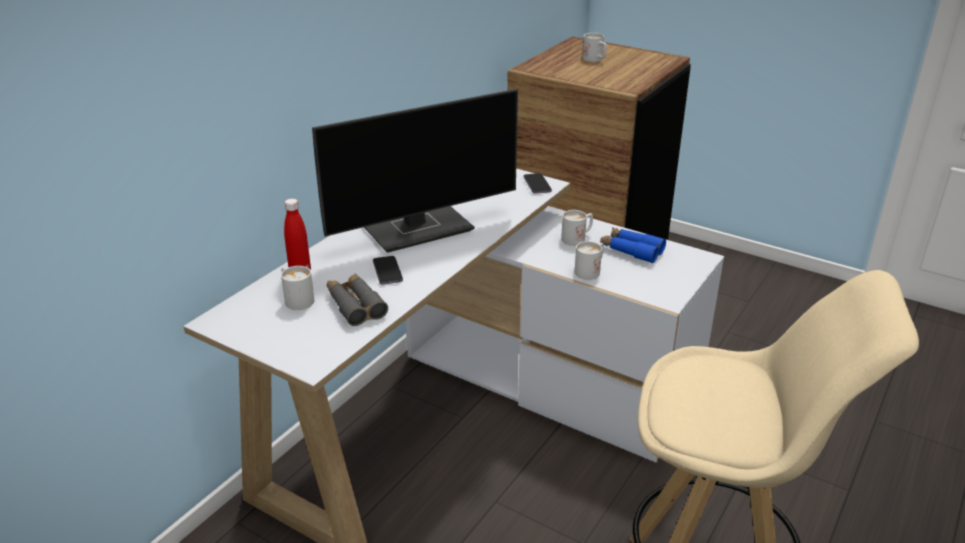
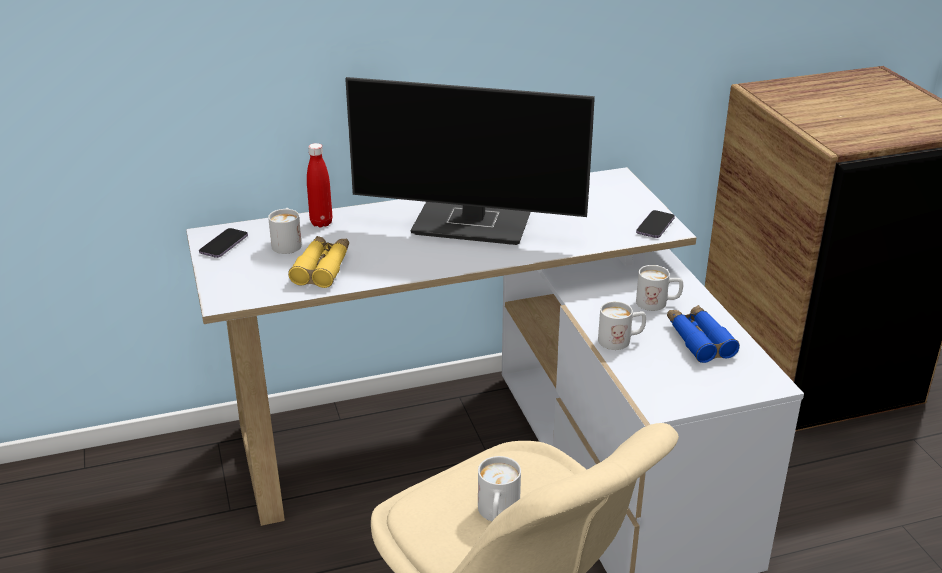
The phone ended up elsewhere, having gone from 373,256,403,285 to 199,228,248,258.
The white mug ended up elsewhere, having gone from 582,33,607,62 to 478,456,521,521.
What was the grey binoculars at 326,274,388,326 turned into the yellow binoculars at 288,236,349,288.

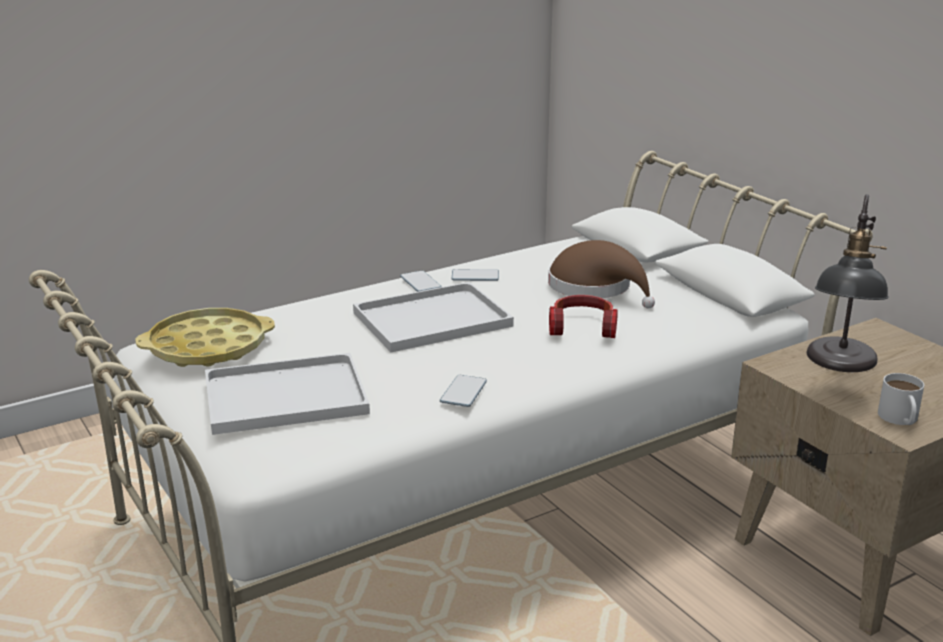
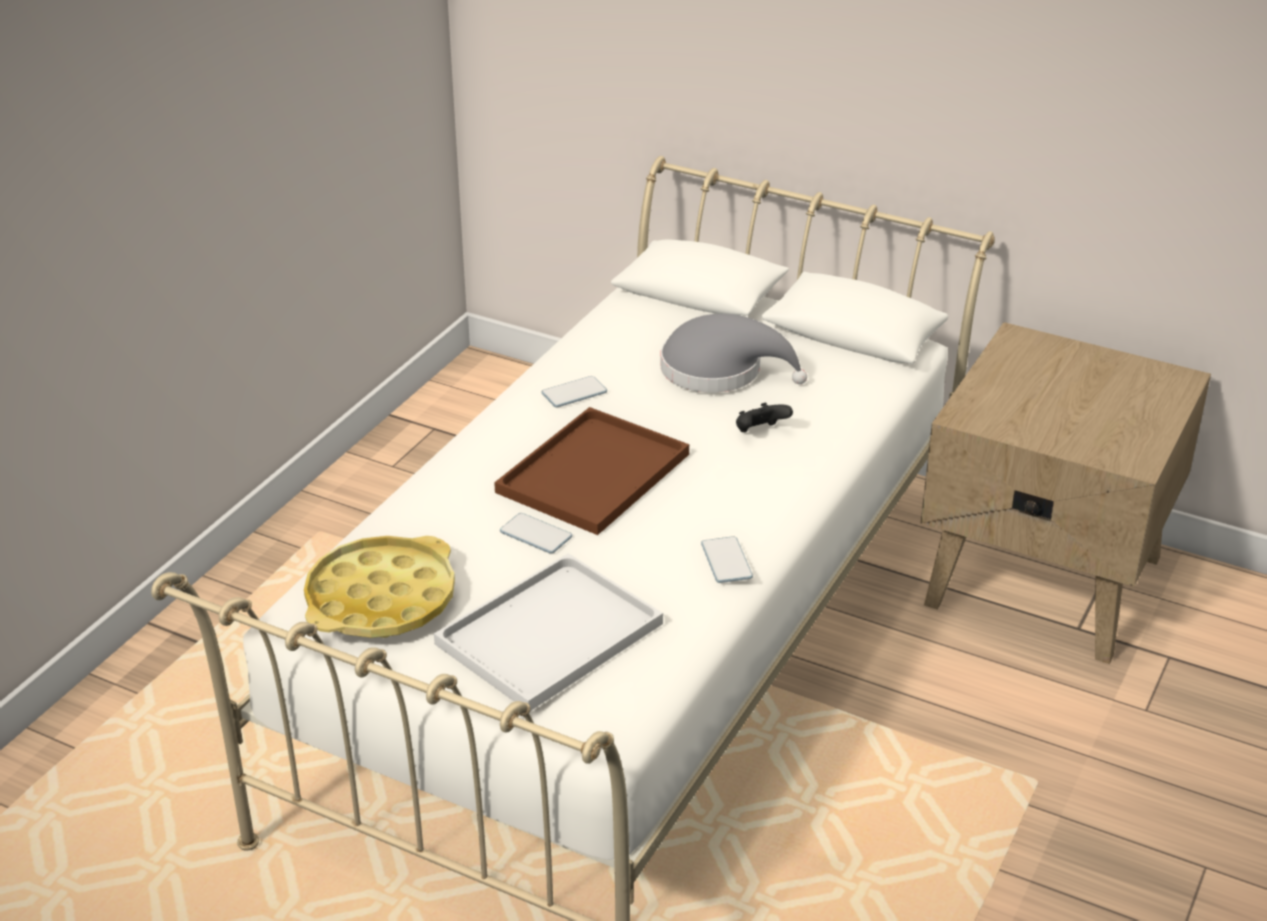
The second view lost the grey table lamp at 807,194,889,372.
The second view lost the white mug at 878,373,924,425.
The phone ended up elsewhere, having gone from 400,271,442,292 to 500,513,572,554.
Where the headphones stood at 549,295,618,338, the black game controller came to stand at 736,403,793,432.
What was the white tray at 353,282,514,352 turned into the brown tray at 494,407,689,535.
What was the brown hat at 548,240,655,308 turned into the grey hat at 660,314,807,393.

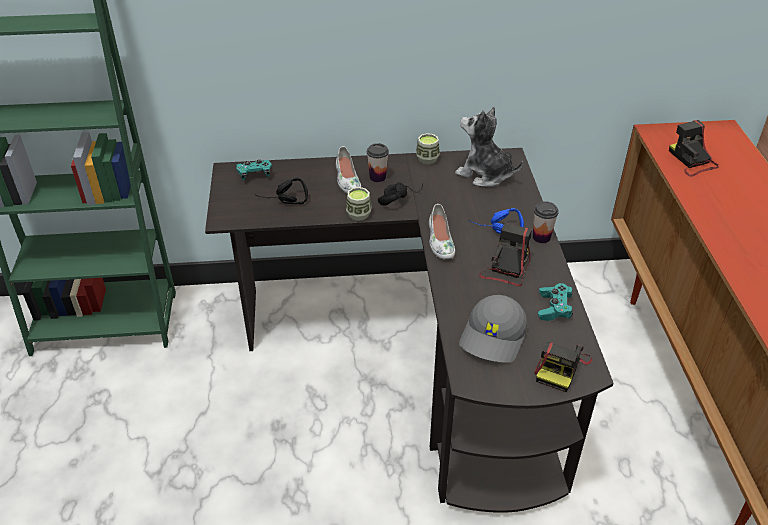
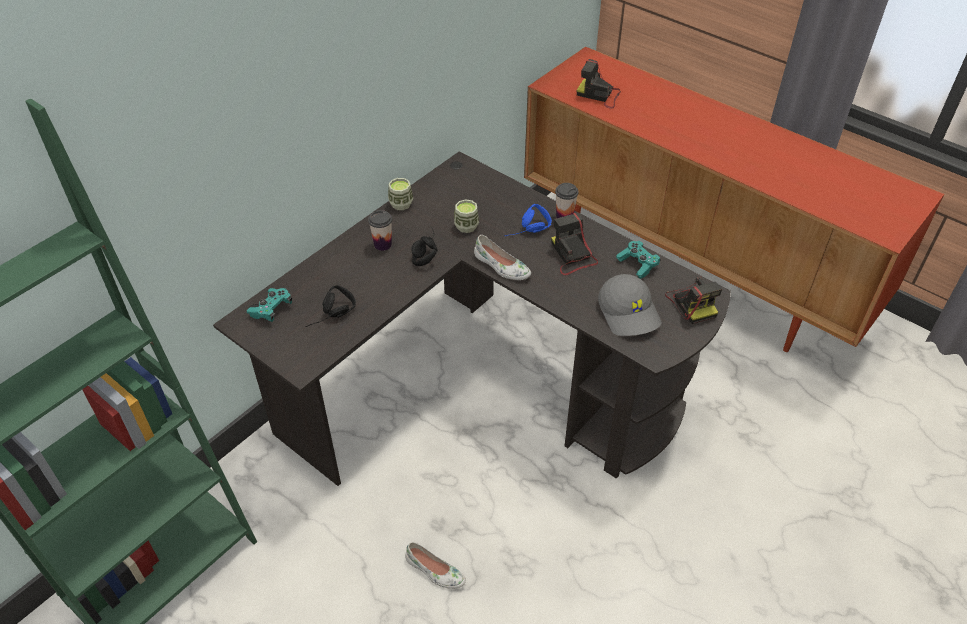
The second view lost the plush toy at 455,107,523,187.
The white shoe ended up elsewhere, having gone from 336,146,361,194 to 405,542,466,589.
The cup ended up elsewhere, having gone from 346,187,372,221 to 454,199,479,233.

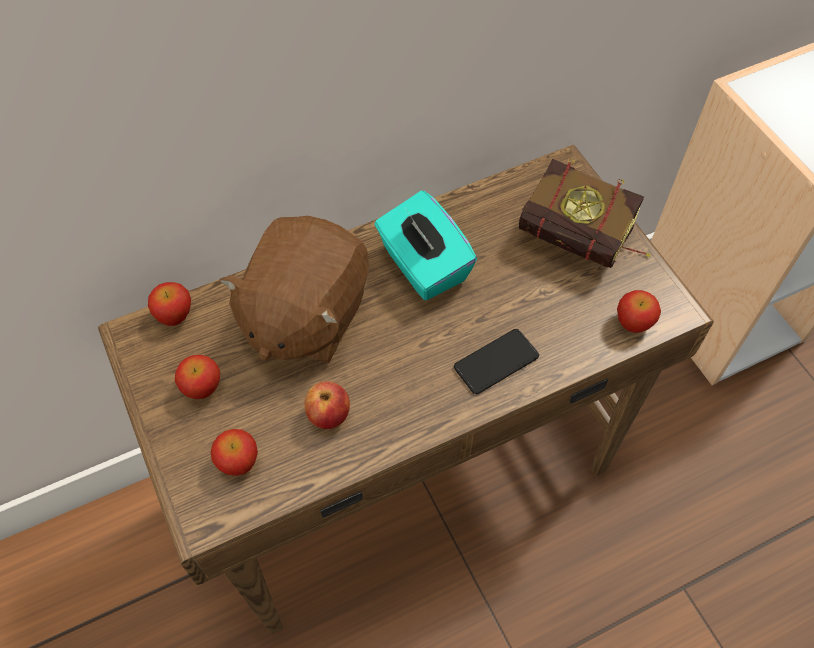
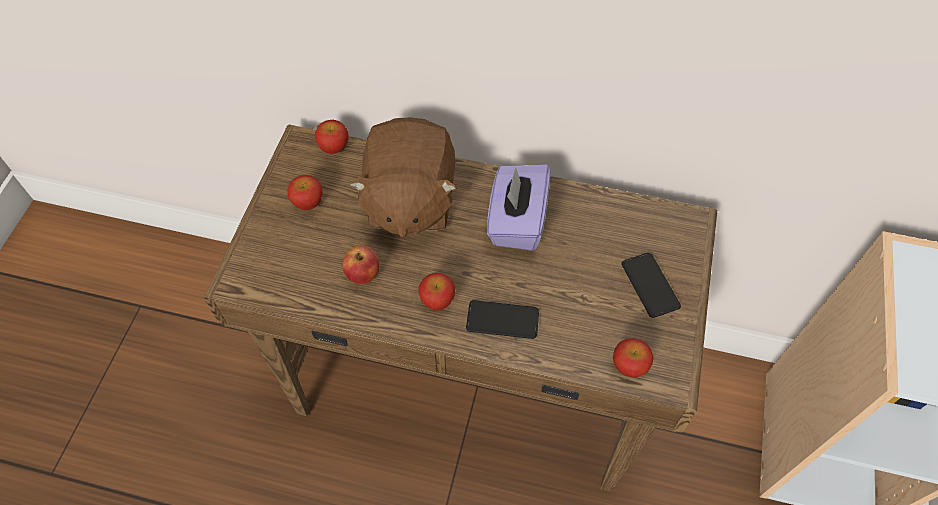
The apple ended up elsewhere, having gone from 210,429,258,476 to 418,273,455,310.
Where the book stood at 519,159,651,268, the phone came to stand at 622,253,681,318.
What was the turquoise tissue box at 374,190,477,300 turned into the purple tissue box at 487,165,550,251.
The brown plush toy at 219,216,369,362 ended up facing another way, 60 degrees counterclockwise from before.

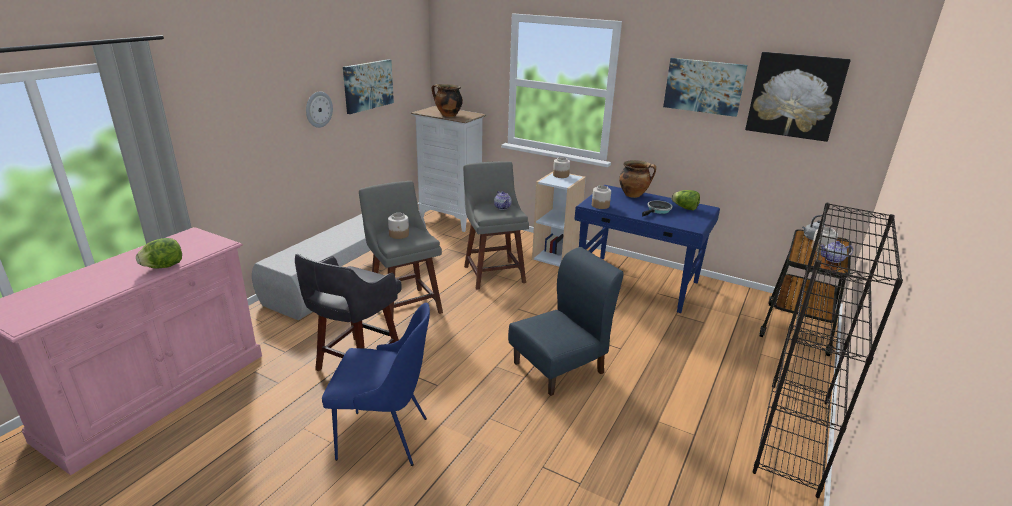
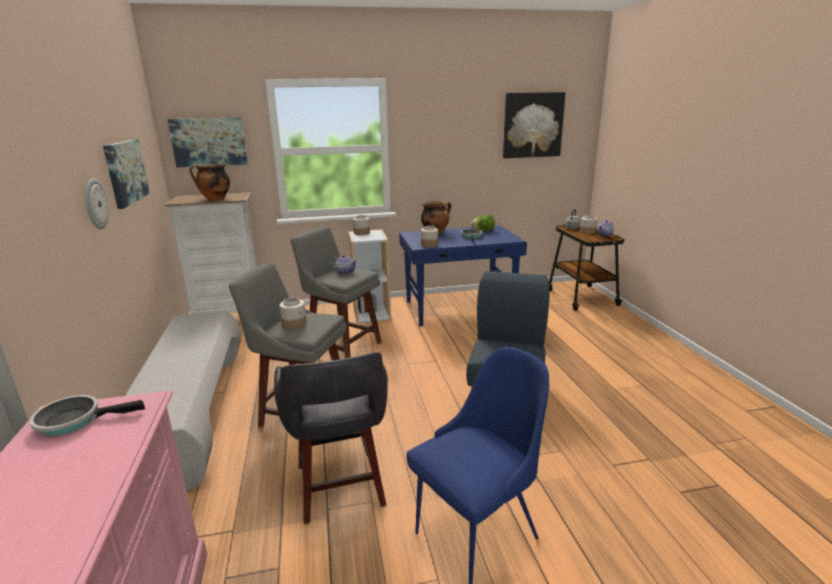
The second view lost the lettuce at 136,238,182,268.
The second view lost the black bookcase at 752,203,903,498.
The second view gained the frying pan at 29,395,145,436.
The picture ended up elsewhere, having gone from 663,58,747,117 to 167,117,248,167.

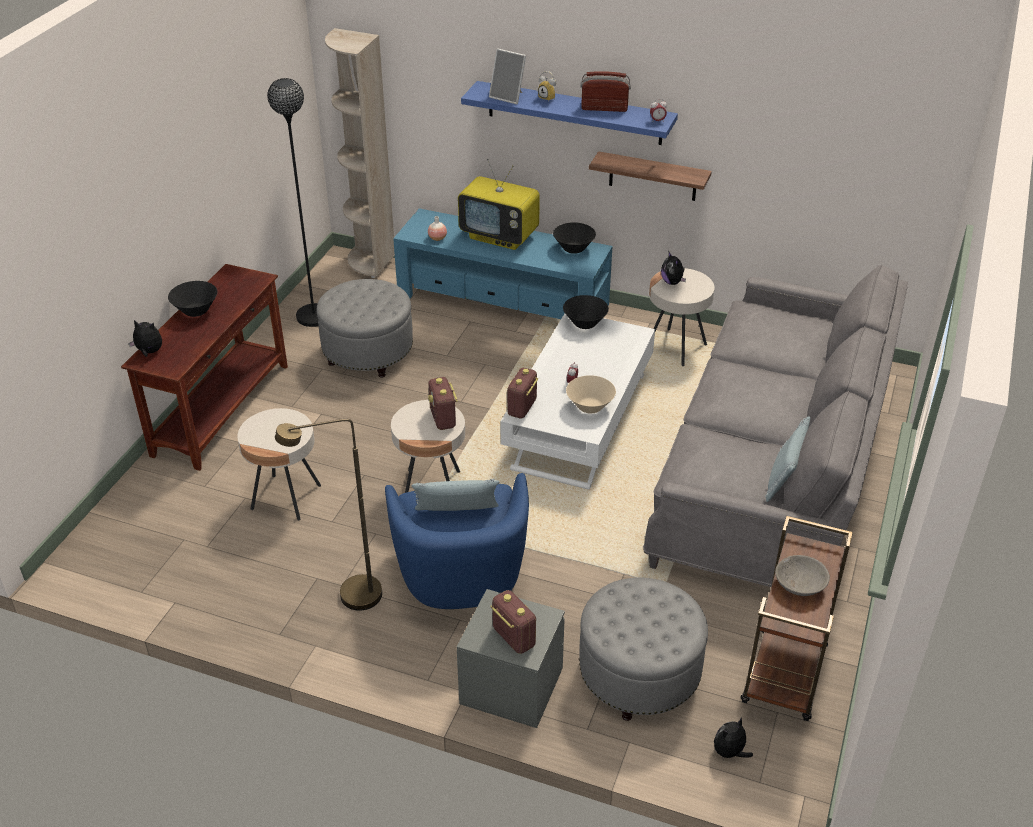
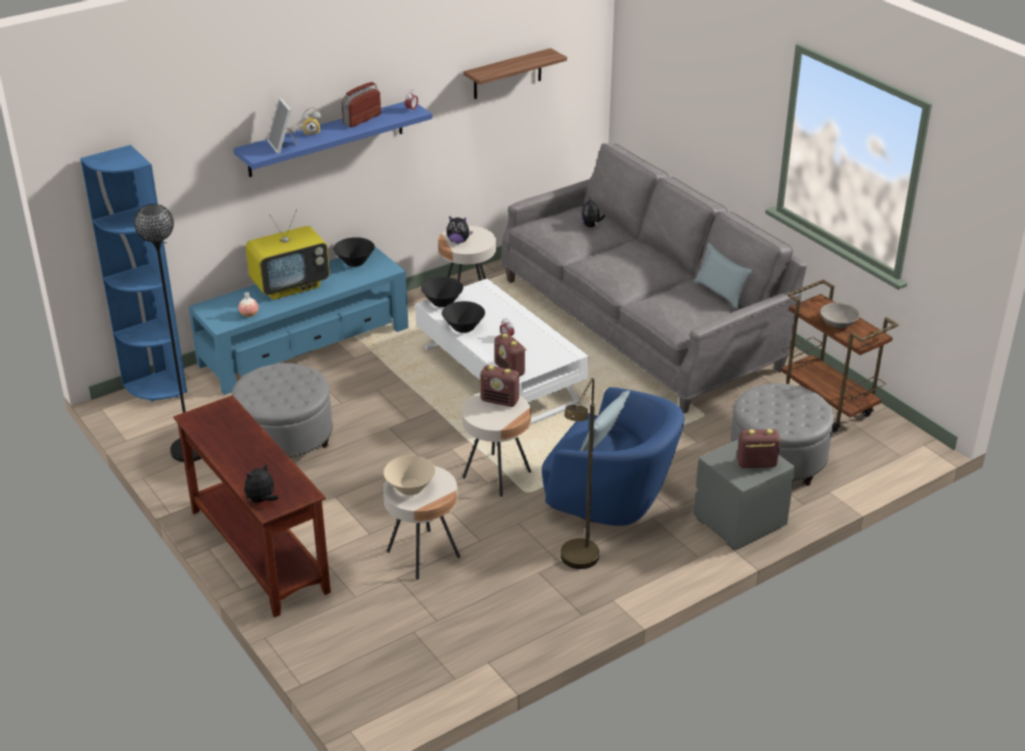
The black bowl ended up elsewhere, having gone from 168,281,217,317 to 442,301,485,333.
The beige bowl ended up elsewhere, having gone from 566,375,616,413 to 384,455,436,495.
The shelf ended up elsewhere, having gone from 589,151,712,201 to 464,48,567,99.
The plush toy ended up elsewhere, having gone from 714,717,753,758 to 581,197,605,227.
What was the beige bookcase at 325,28,395,278 turned into the blue bookcase at 80,145,187,402.
The picture frame at 489,48,526,104 ended up facing another way, 90 degrees clockwise from before.

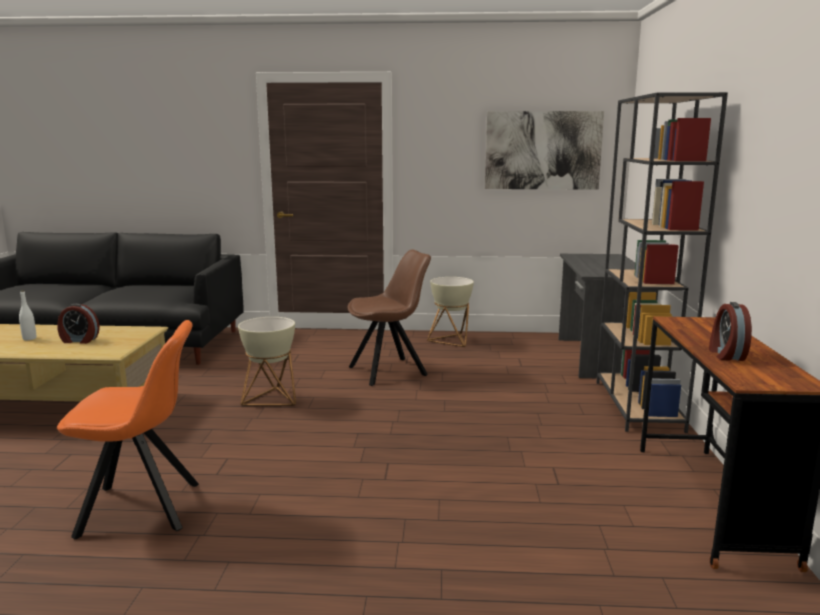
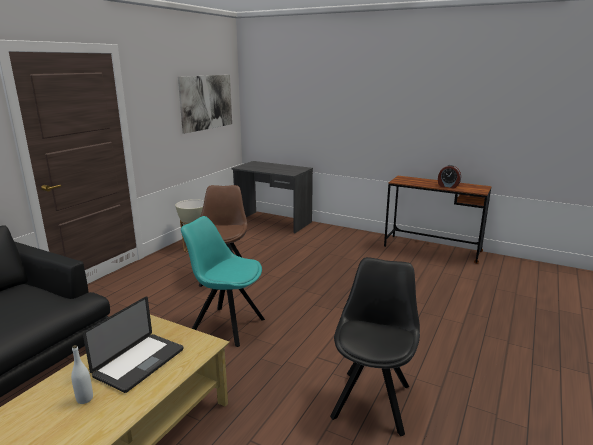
The second view lost the bookcase at 596,92,728,433.
Where the alarm clock stood at 57,304,100,344, the laptop came to stand at 83,296,184,393.
Where the planter stood at 238,317,296,406, the turquoise chair came to stand at 181,216,265,347.
What was the orange chair at 57,320,199,539 turned into the black chair at 330,257,420,436.

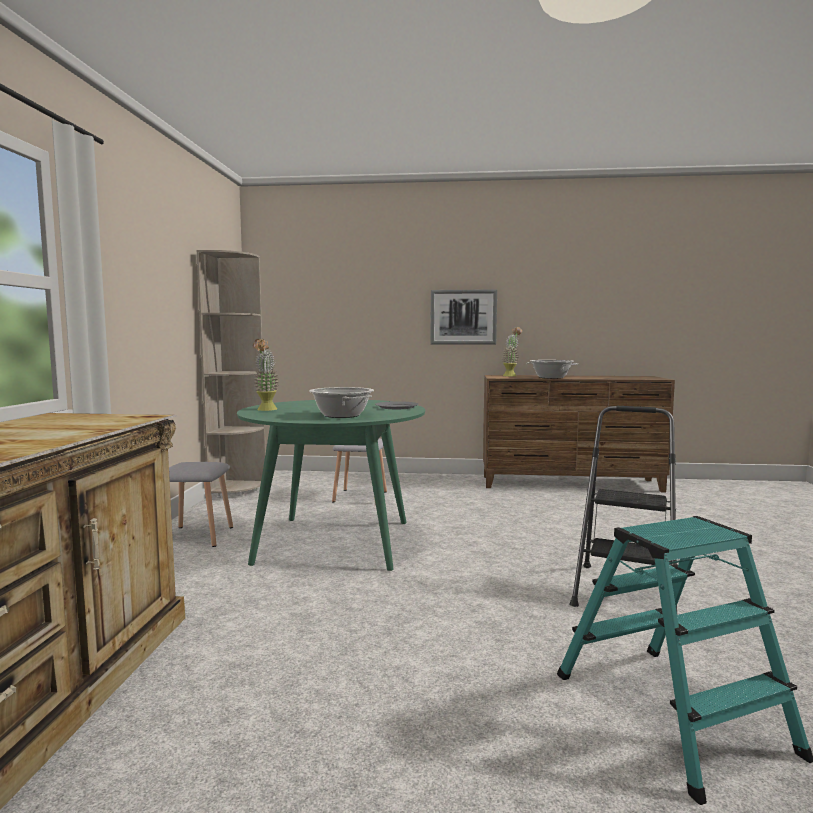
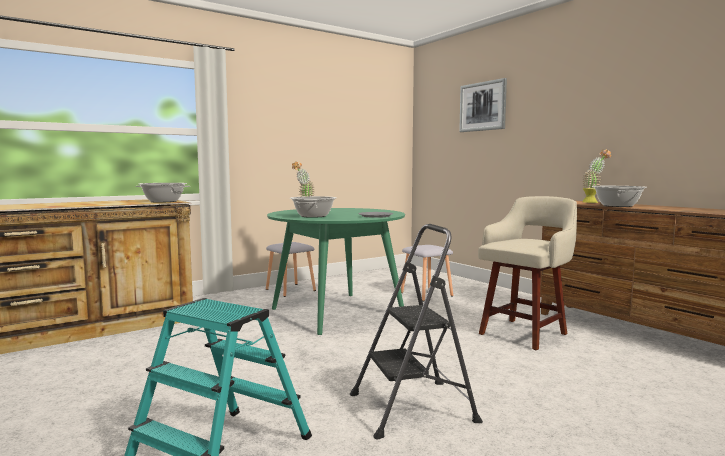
The second view lost the beige bookcase at 197,250,266,498.
The second view gained the cooking pot at 136,183,190,202.
The second view gained the beige stool at 478,196,577,350.
The picture ended up elsewhere, having gone from 430,289,497,345 to 459,78,507,132.

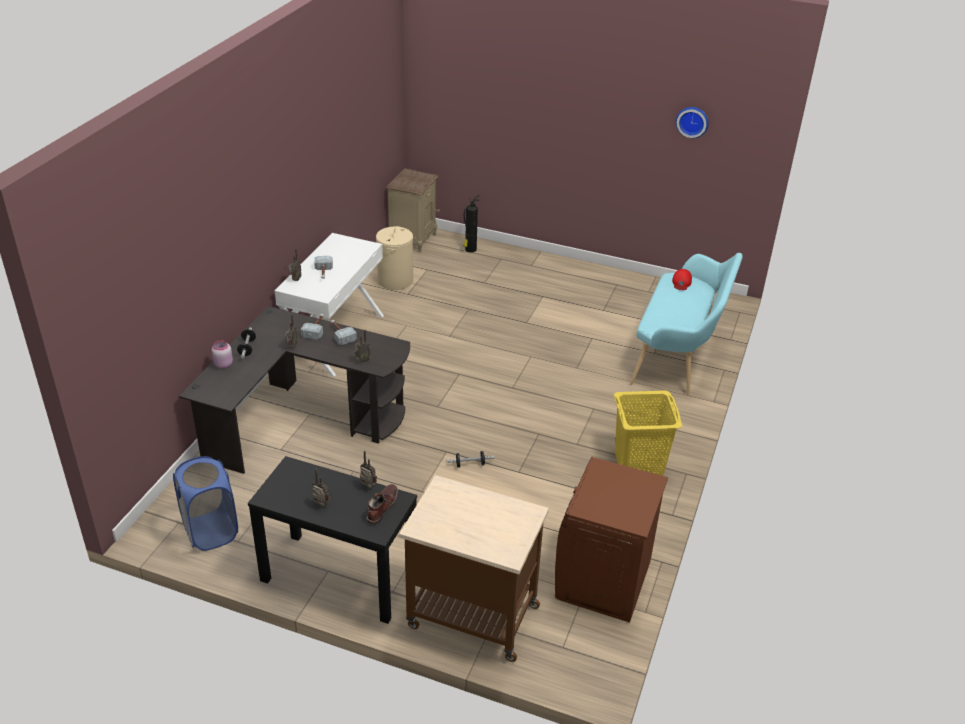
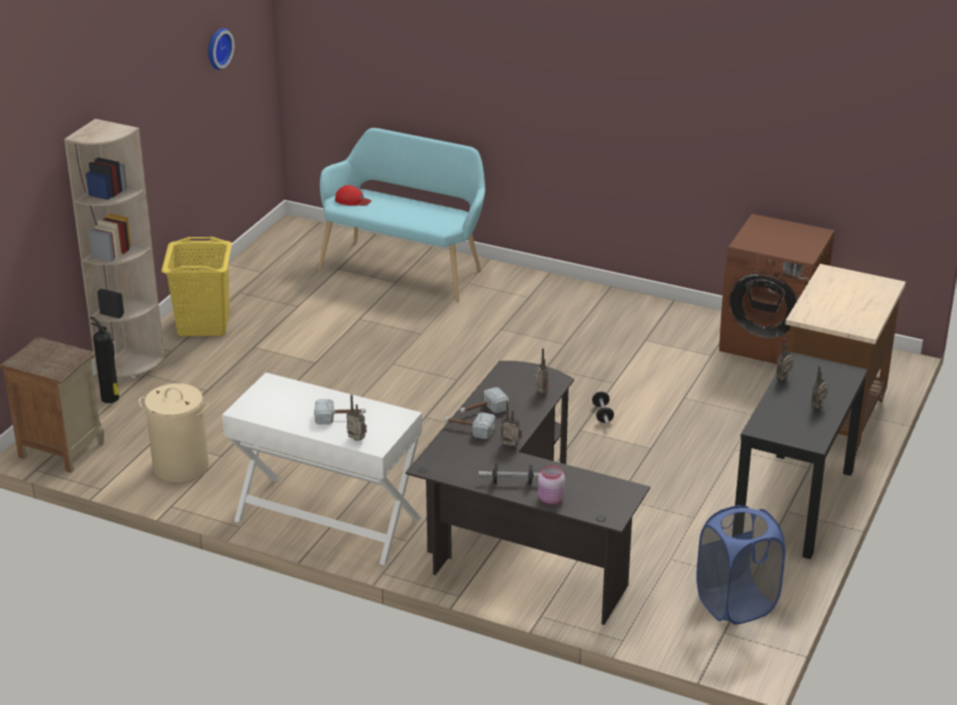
The second view lost the brown boot at 366,484,398,525.
The second view gained the beige bookcase at 64,119,165,378.
The yellow laundry basket ended up elsewhere, having gone from 614,391,682,476 to 161,237,232,336.

